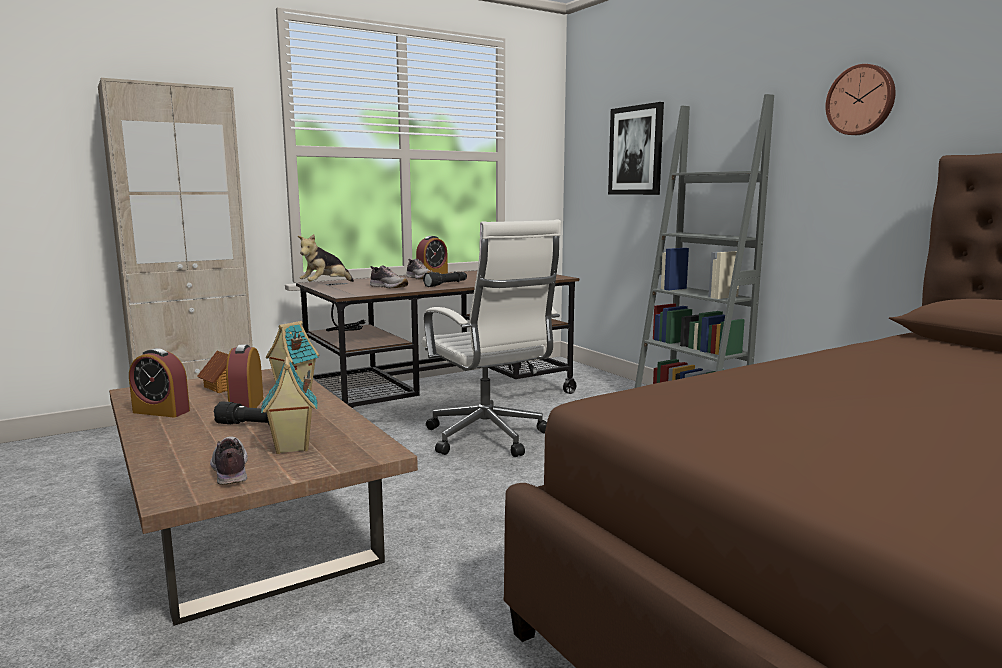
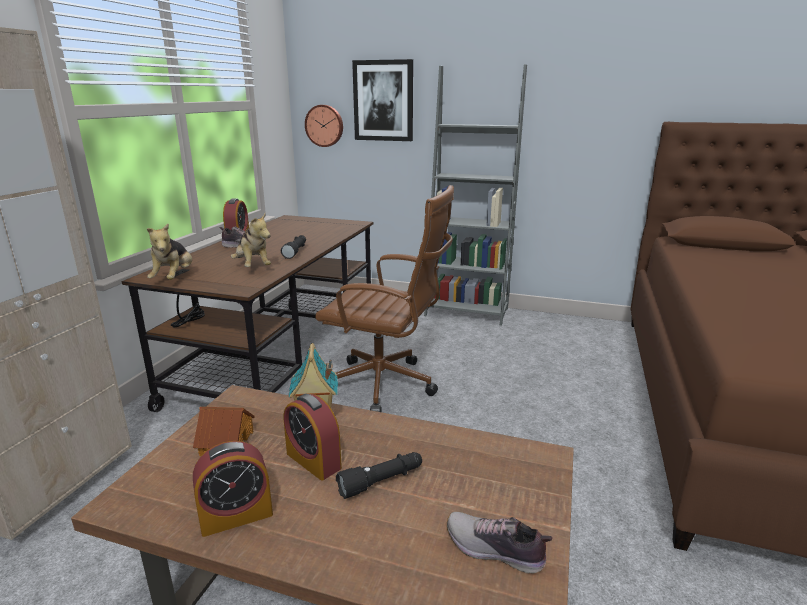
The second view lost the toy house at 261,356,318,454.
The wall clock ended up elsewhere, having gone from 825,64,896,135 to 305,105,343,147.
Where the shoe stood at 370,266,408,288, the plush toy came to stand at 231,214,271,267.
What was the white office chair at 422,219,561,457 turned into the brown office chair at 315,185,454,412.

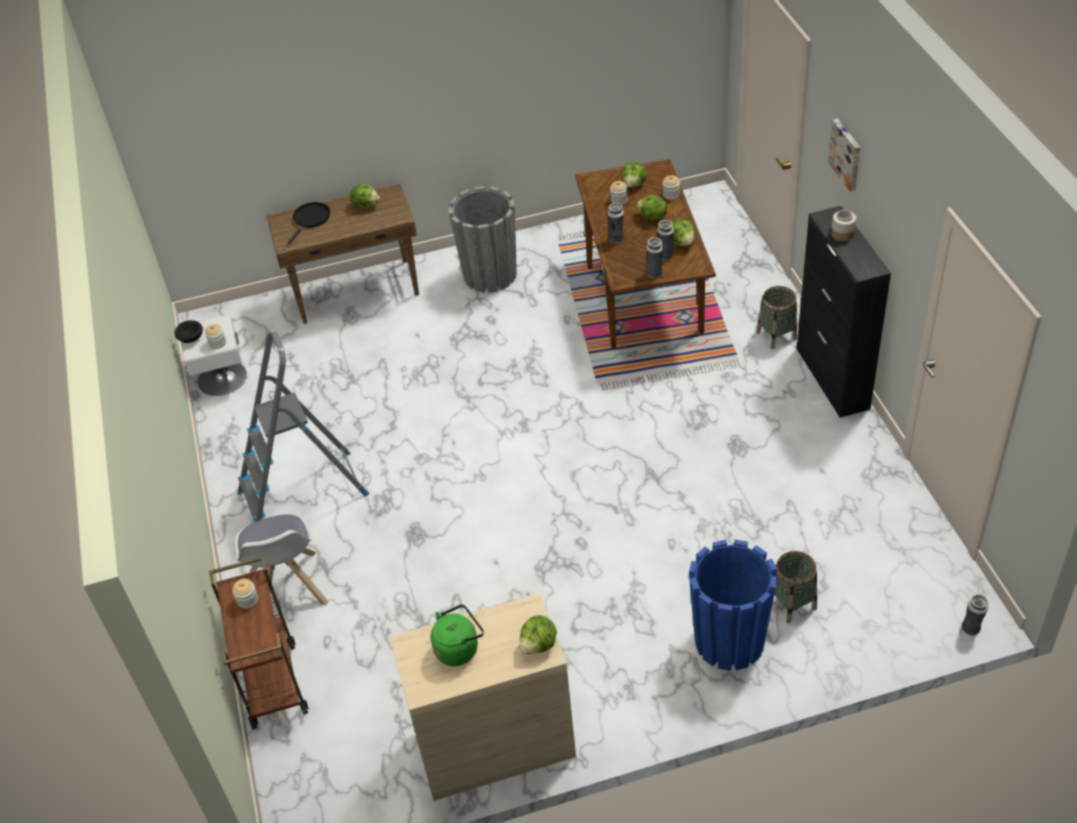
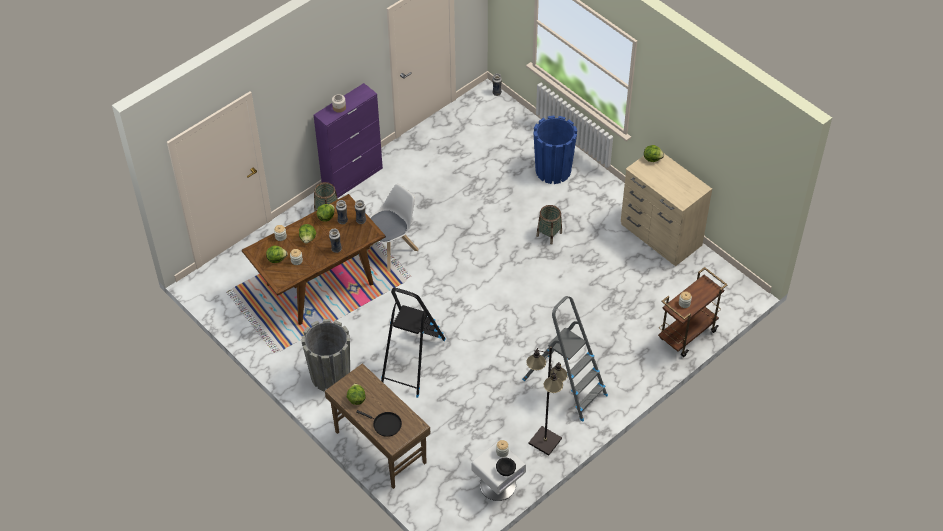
The second view lost the green kettle at 431,604,484,666.
The second view lost the picture at 828,118,860,191.
The second view gained the black step ladder at 381,288,446,398.
The second view gained the black floor lamp at 526,346,568,456.
The chair ended up elsewhere, having gone from 235,514,329,605 to 367,184,418,271.
The basket ended up elsewhere, having gone from 774,551,817,624 to 536,205,562,245.
What was the black cabinet at 797,206,891,418 turned into the purple cabinet at 314,83,383,198.
The black frying pan at 287,202,330,244 ended up facing another way, 150 degrees counterclockwise from before.

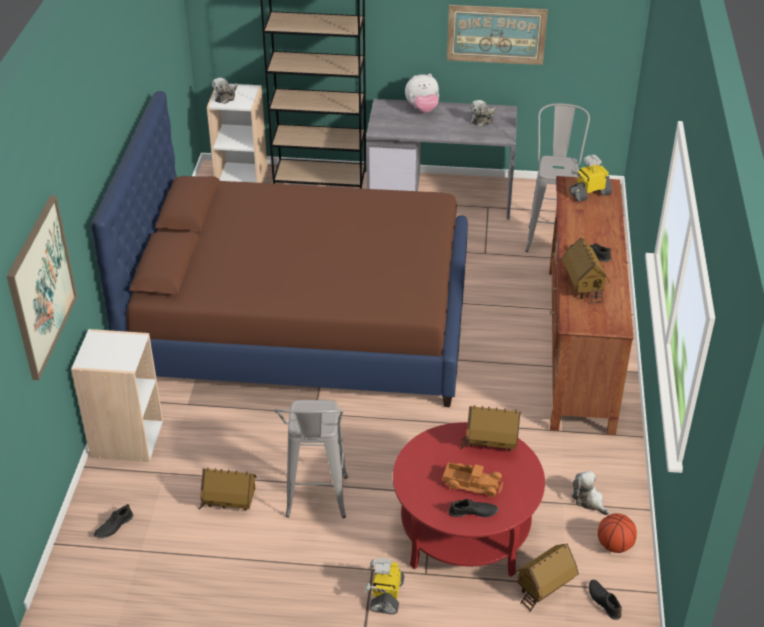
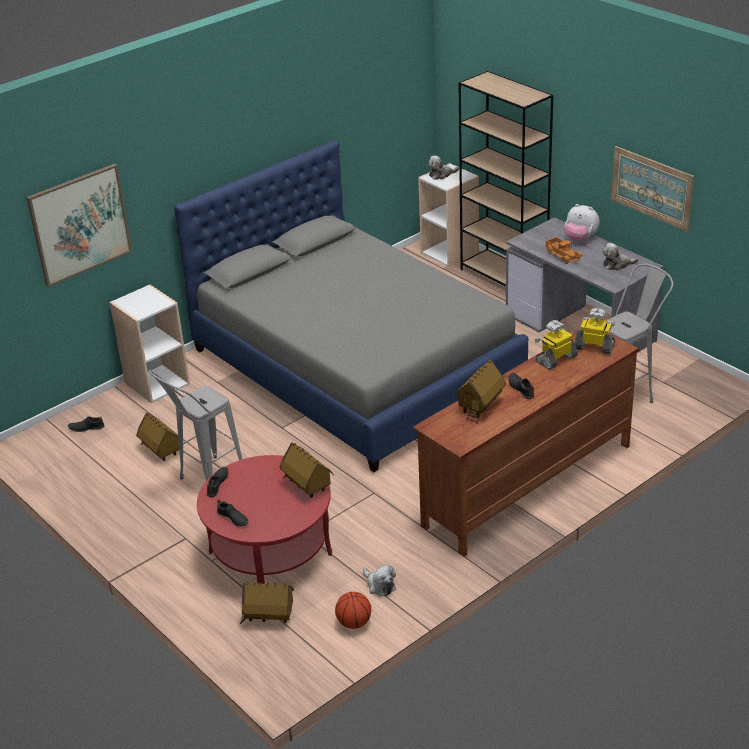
The toy robot ended up elsewhere, having gone from 365,558,405,614 to 535,320,578,369.
The toy truck ended up elsewhere, having gone from 443,462,503,497 to 546,237,582,264.
The black shoe ended up elsewhere, having gone from 589,580,622,620 to 207,467,228,497.
What was the brown bed at 91,91,468,407 turned into the grey bed at 174,140,528,472.
The plush toy at 572,471,610,515 ended up facing another way, 135 degrees clockwise from before.

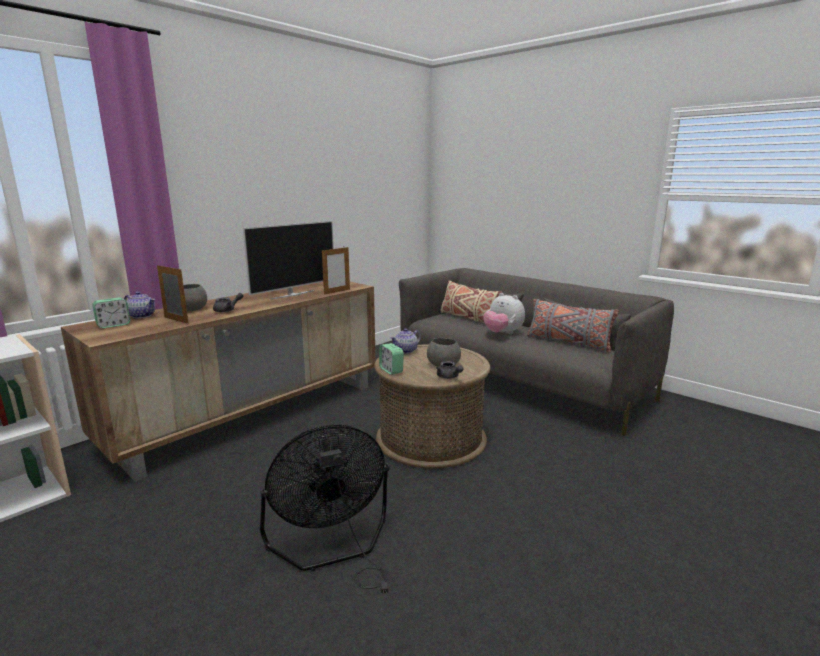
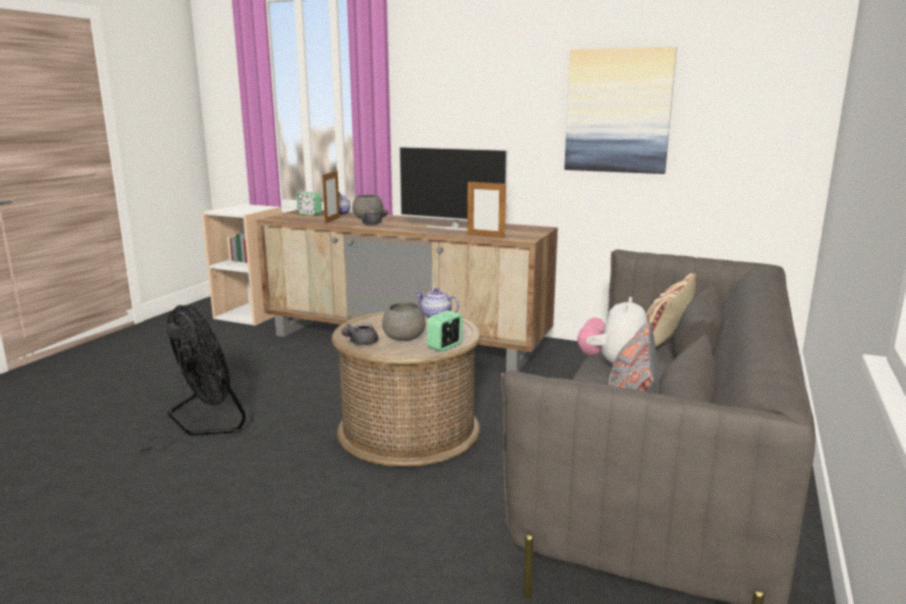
The second view gained the picture at 564,47,677,174.
The alarm clock ended up elsewhere, having gone from 379,343,404,375 to 427,310,463,352.

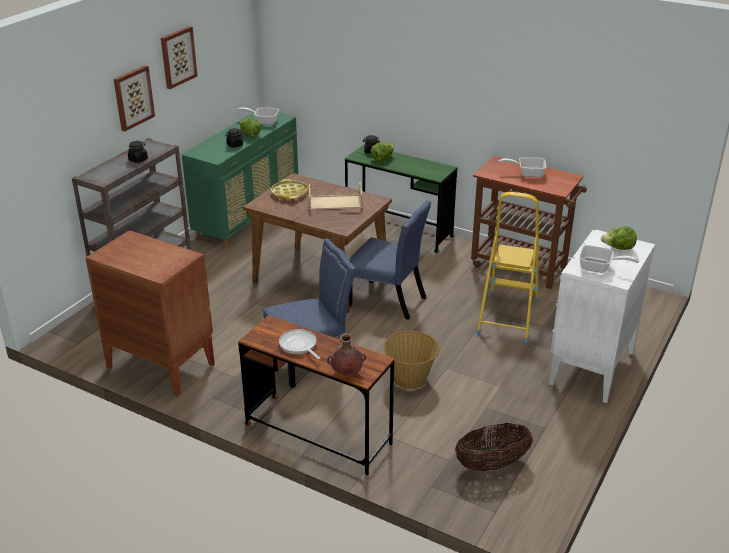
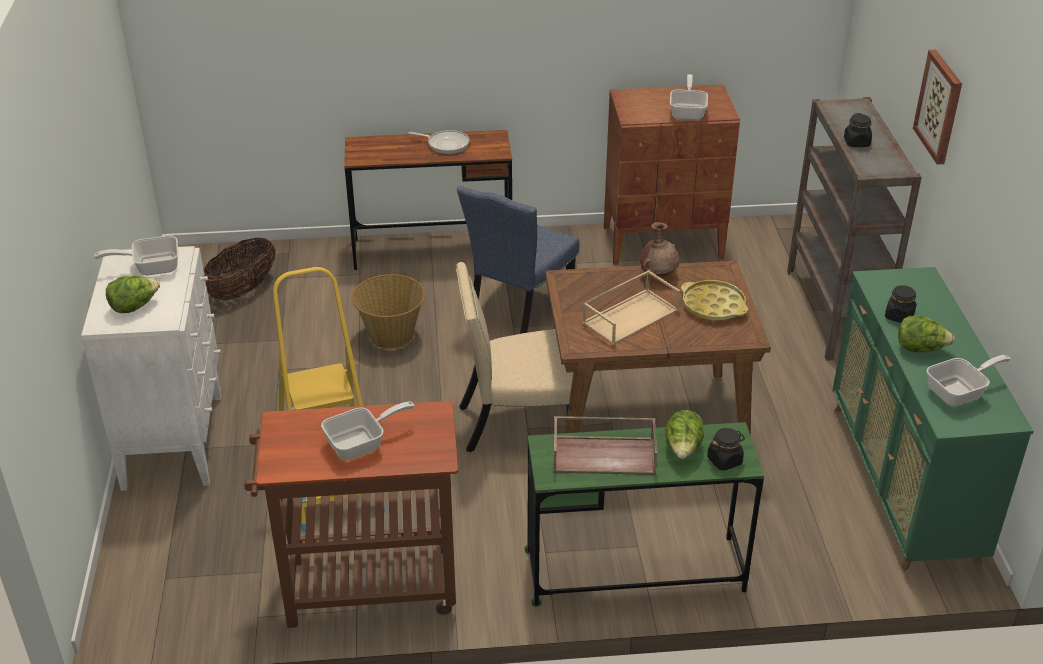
The second view lost the picture at 161,26,198,89.
The second view gained the brown tray at 553,416,658,475.
The second view gained the frying pan at 670,74,708,120.
The brown vase ended up elsewhere, having gone from 327,333,366,375 to 640,222,679,278.
What was the blue chair at 348,200,431,320 turned into the beige chair at 456,262,573,452.

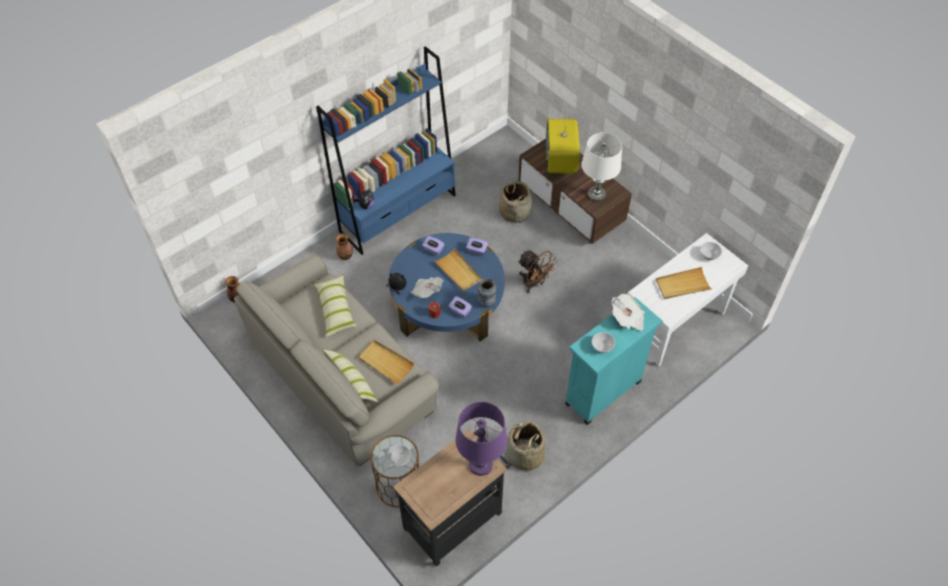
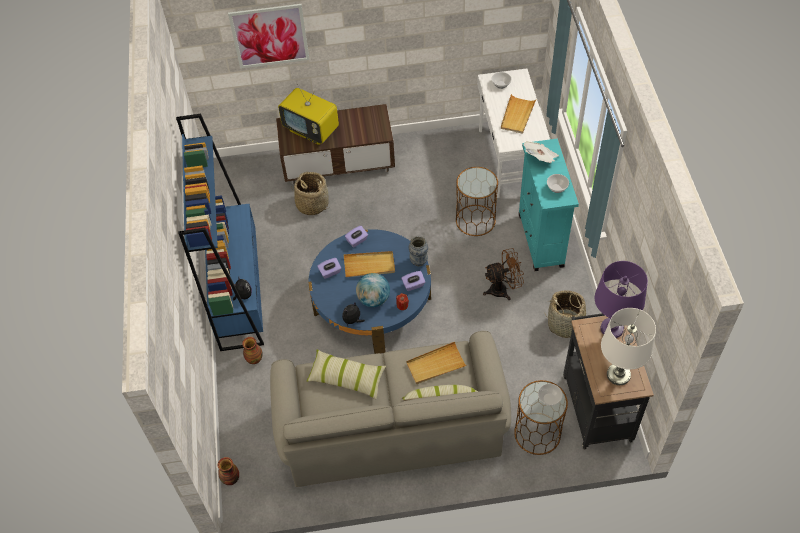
The second view gained the picture at 228,4,309,69.
The second view gained the brown side table at 456,167,498,236.
The brown fan ended up elsewhere, having gone from 518,250,557,293 to 483,248,524,300.
The white table lamp ended up elsewhere, having gone from 581,133,622,202 to 601,308,656,385.
Where the newspaper stood at 411,277,444,298, the globe came to stand at 356,273,390,307.

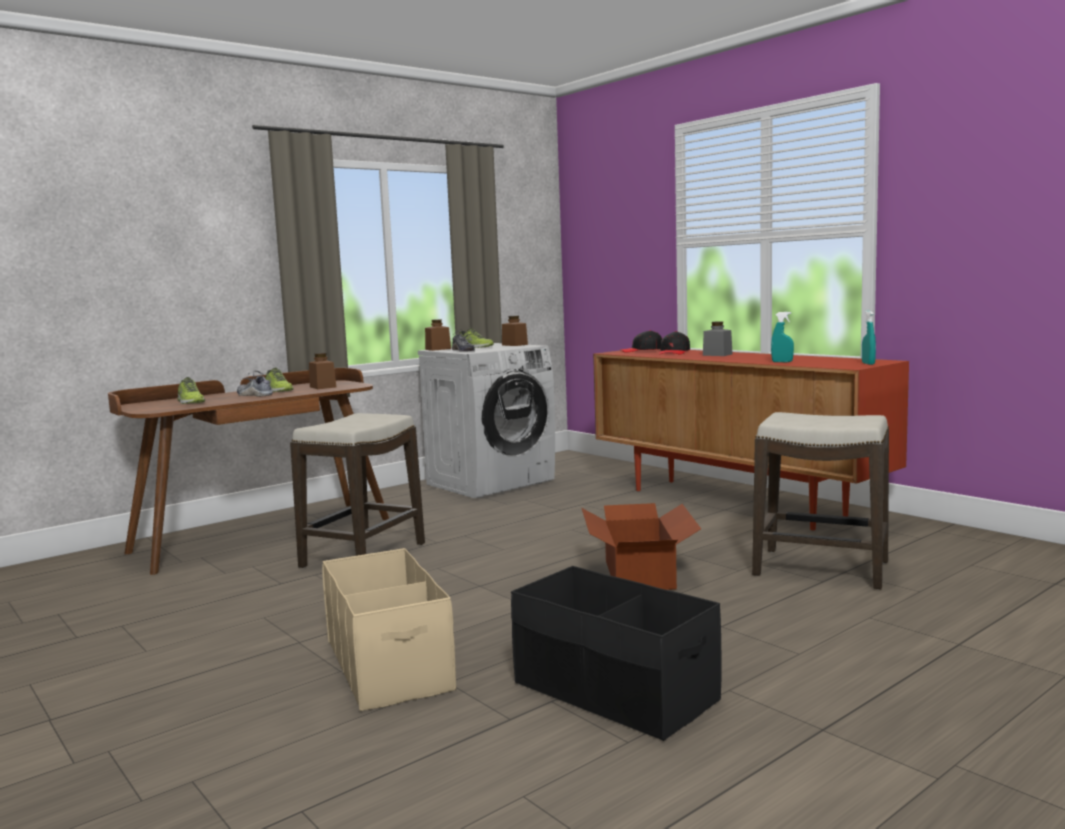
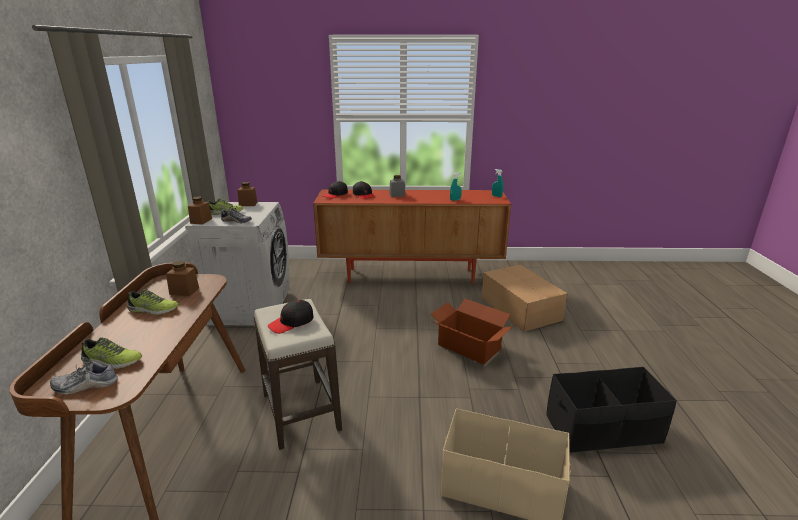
The second view gained the black cap at 268,300,314,334.
The shoe ended up elsewhere, having gone from 237,371,273,397 to 50,358,118,395.
Where the stool stood at 752,412,889,589, the cardboard box came to stand at 481,265,568,332.

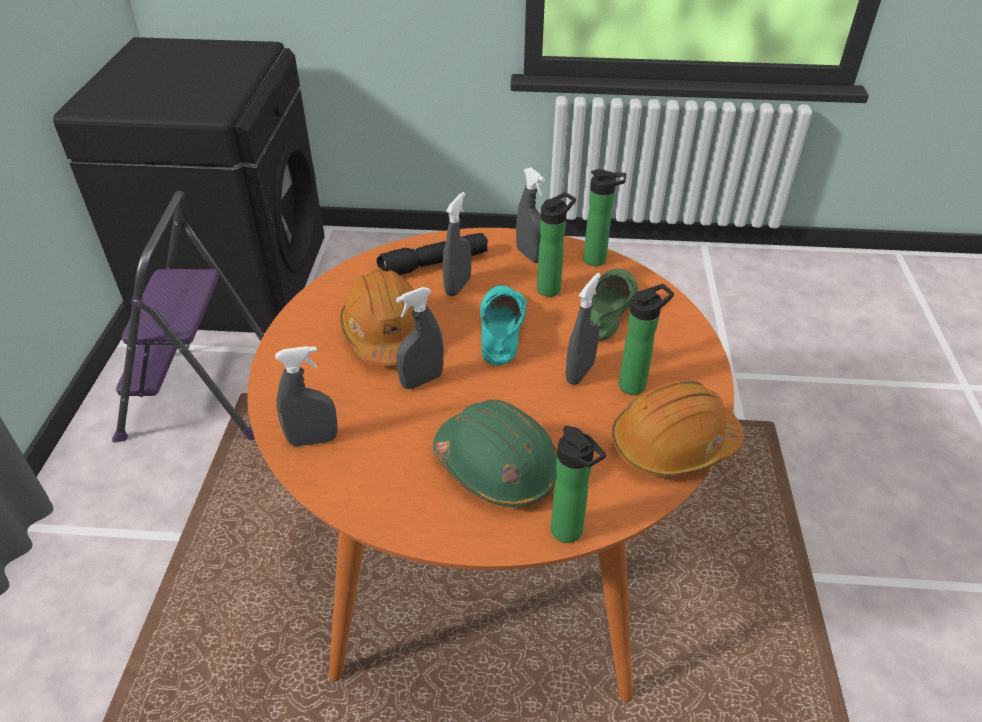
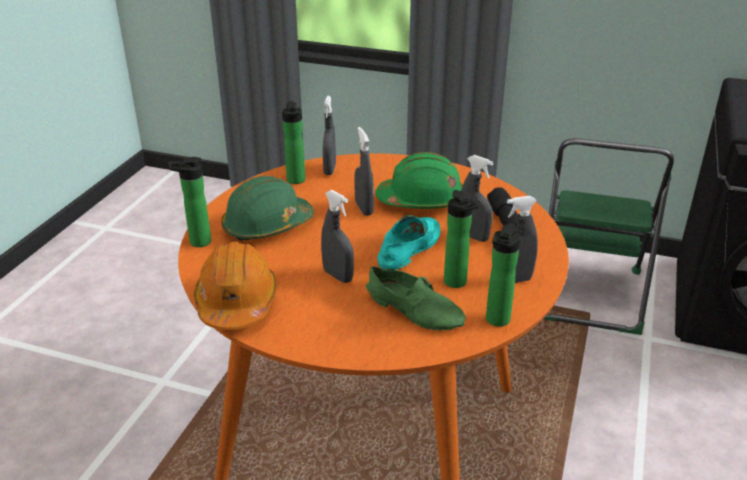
The bottle ended up elsewhere, having gone from 619,284,674,395 to 282,101,305,184.
What was the purple step ladder at 112,191,264,443 turned into the green step ladder at 543,138,674,335.
What was the orange hard hat at 340,270,415,366 turned into the green hard hat at 376,152,463,209.
The turquoise shoe at 480,285,527,366 ended up facing another way, 75 degrees counterclockwise from before.

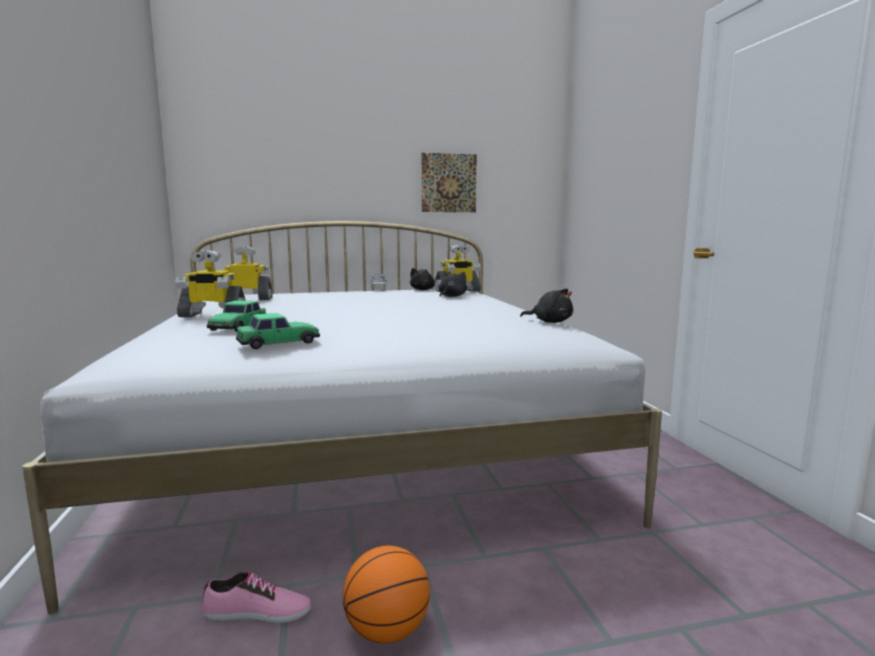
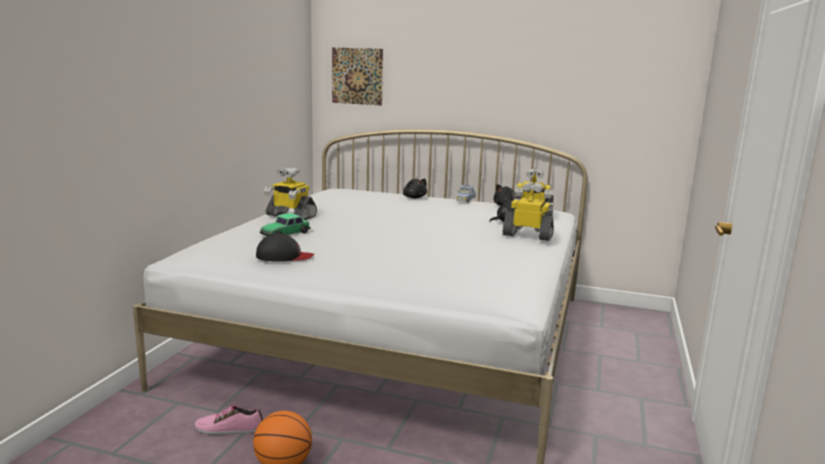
The toy robot ended up elsewhere, having gone from 225,246,273,300 to 503,182,554,241.
The picture ended up elsewhere, having gone from 422,153,477,212 to 332,47,383,106.
The black plush toy ended up elsewhere, having gone from 520,288,573,323 to 403,178,427,198.
Where the toy car stood at 236,313,320,349, the black cap came to stand at 256,233,314,262.
The shoe at 202,572,311,623 ended up facing another way, 150 degrees clockwise from before.

